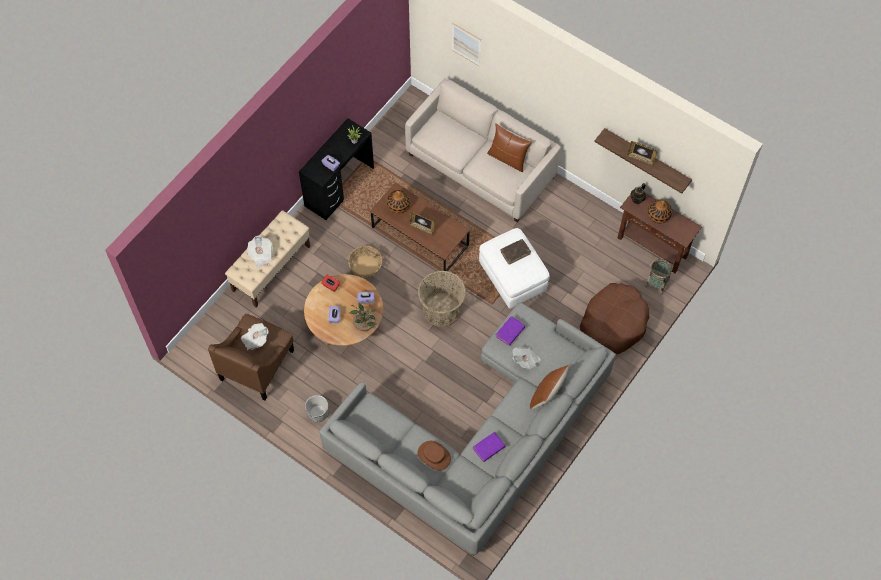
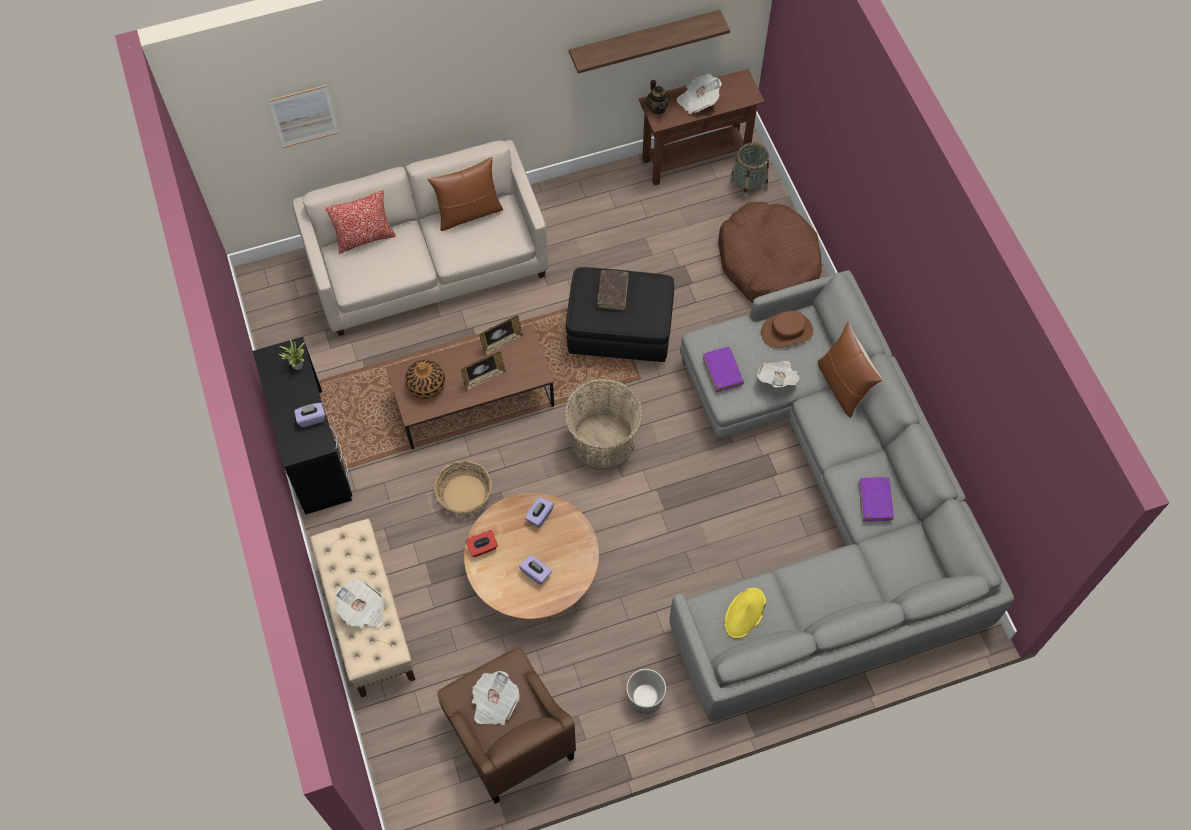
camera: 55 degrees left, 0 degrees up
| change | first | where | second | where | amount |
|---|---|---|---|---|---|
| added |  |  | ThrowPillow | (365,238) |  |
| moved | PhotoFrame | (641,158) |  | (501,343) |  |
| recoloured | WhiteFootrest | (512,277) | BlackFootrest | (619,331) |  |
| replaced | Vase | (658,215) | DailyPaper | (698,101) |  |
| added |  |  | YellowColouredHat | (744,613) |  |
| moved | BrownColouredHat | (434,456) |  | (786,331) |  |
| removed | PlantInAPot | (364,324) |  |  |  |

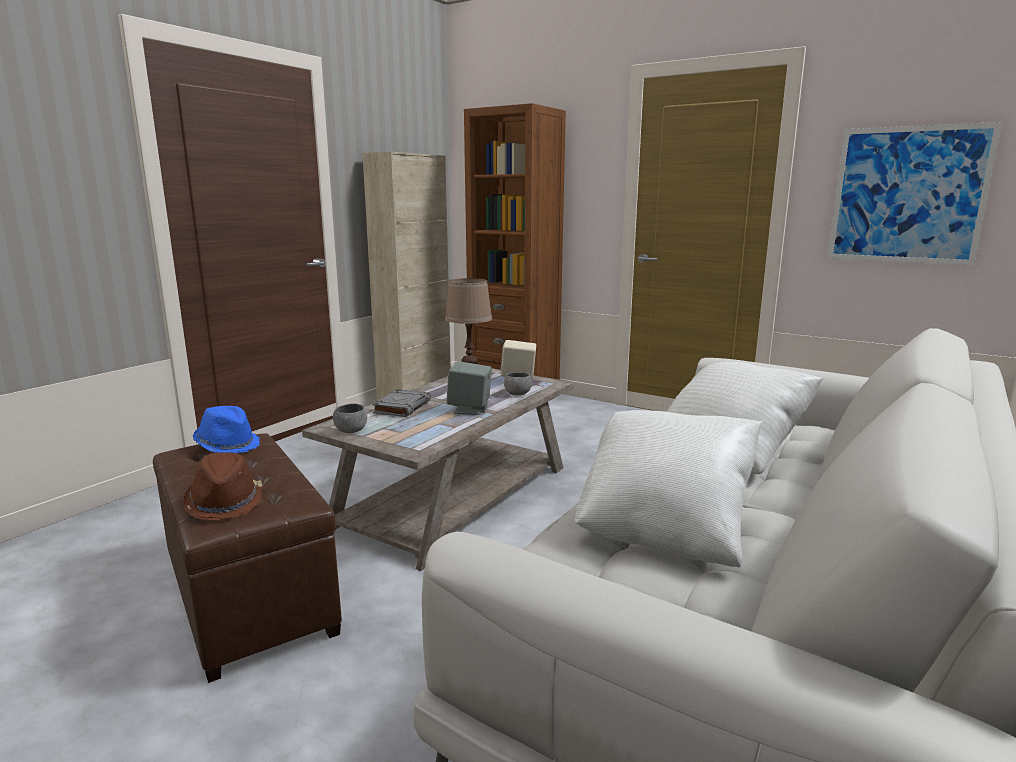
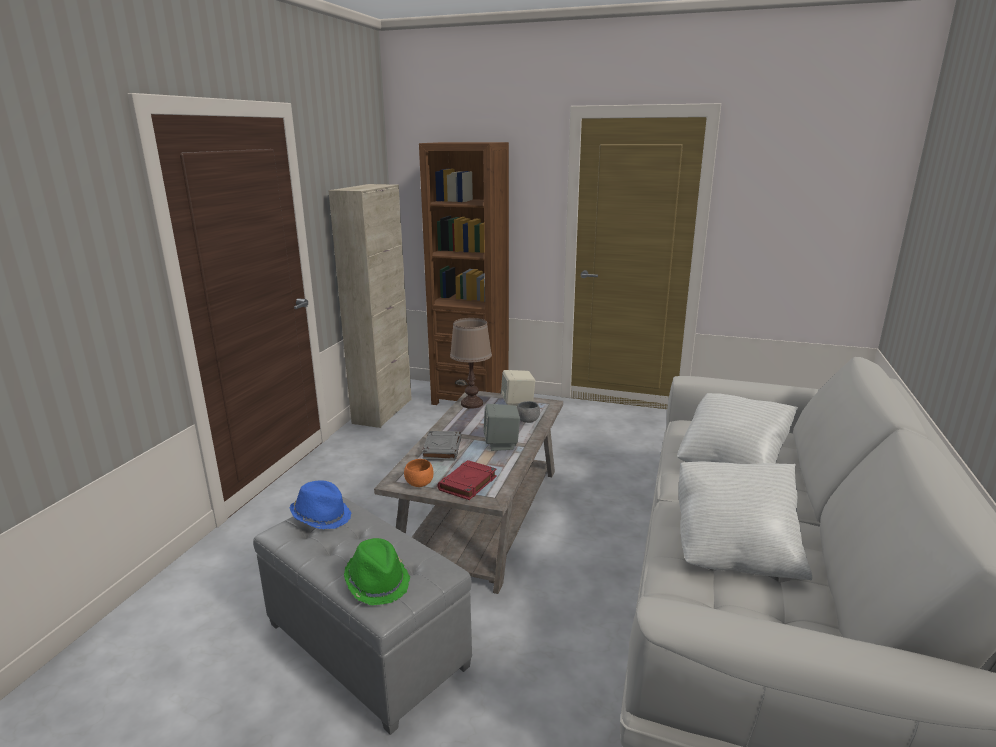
camera: 15 degrees left, 5 degrees up
| change | first | where | second | where | amount |
|---|---|---|---|---|---|
| recoloured | BrownColouredFootrest | (250,593) | GrayFootrest | (367,643) |  |
| recoloured | BrownColouredHat | (225,502) | GreenHat | (378,582) |  |
| recoloured | GrayBowl | (351,431) | OrangeBowl | (419,483) |  |
| added |  |  | RedColouredBoundBook | (467,484) |  |
| removed | WallArt | (907,195) |  |  |  |

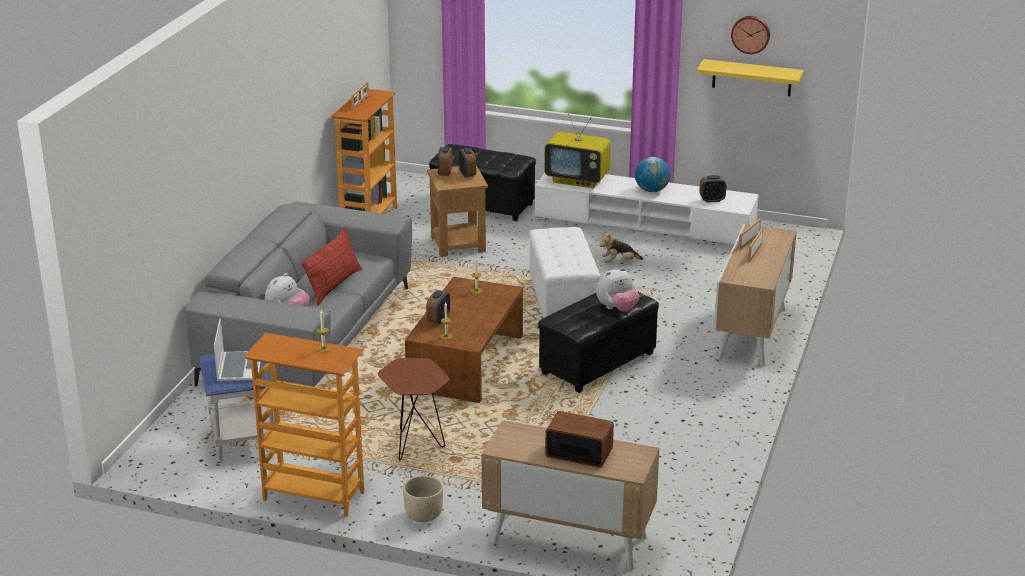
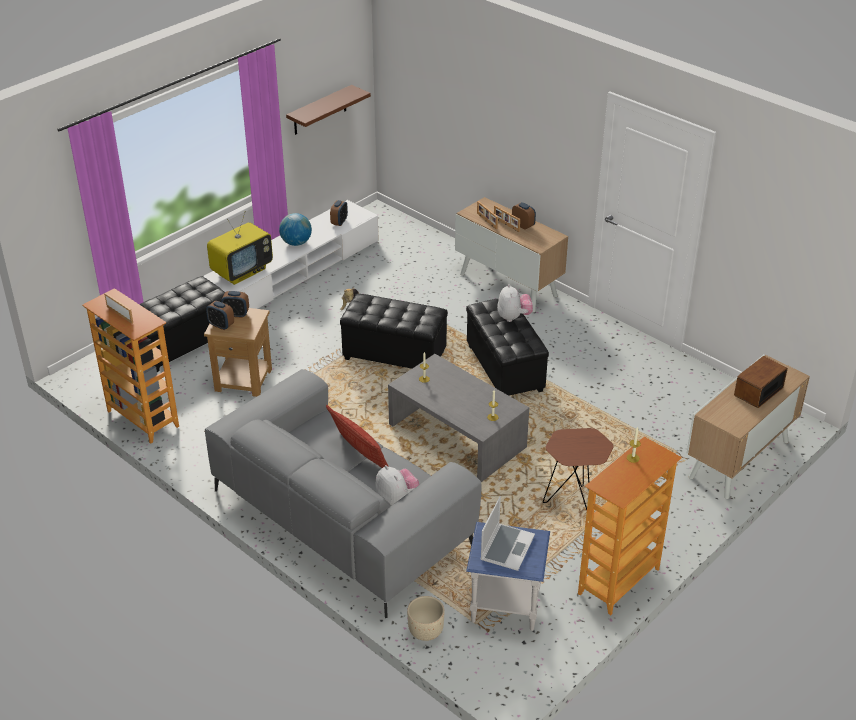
camera: 65 degrees left, 10 degrees up
| change | first | where | second | where | amount |
|---|---|---|---|---|---|
| recoloured | YellowColouredShelf | (752,78) | BrownColouredShelf | (320,110) |  |
| recoloured | WhiteFootrest | (563,302) | BlackFootrest | (395,355) |  |
| recoloured | BrownColouredCoffeeTable | (465,362) | GrayCoffeeTable | (456,436) |  |
| moved | BeigeColouredFlowerPot | (423,515) |  | (425,631) |  |
| turned | NotebookComputer | (238,367) |  | (506,547) | 90 degrees clockwise |
| moved | BedsideClock | (438,320) |  | (523,225) |  |
| removed | WallClock | (750,34) |  |  |  |

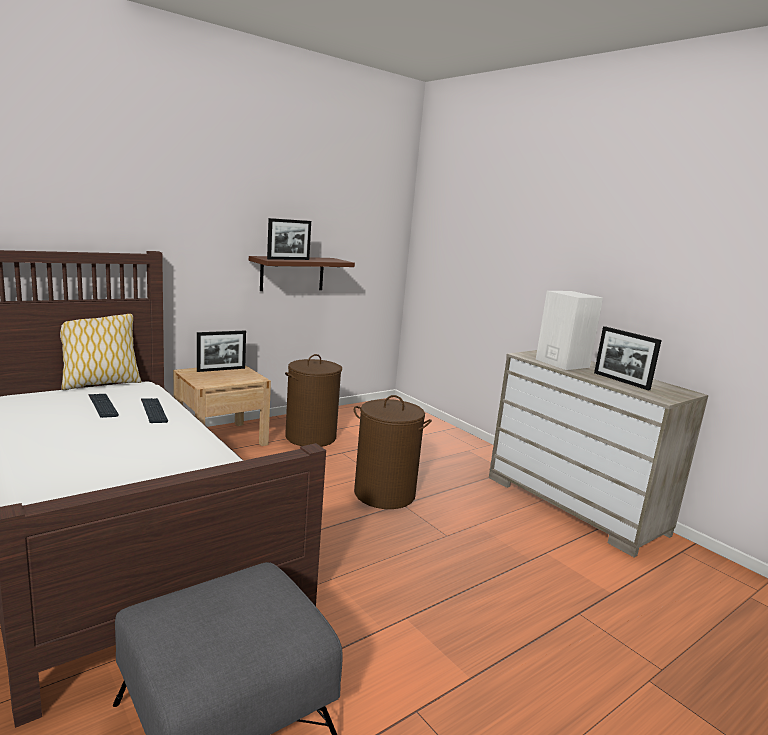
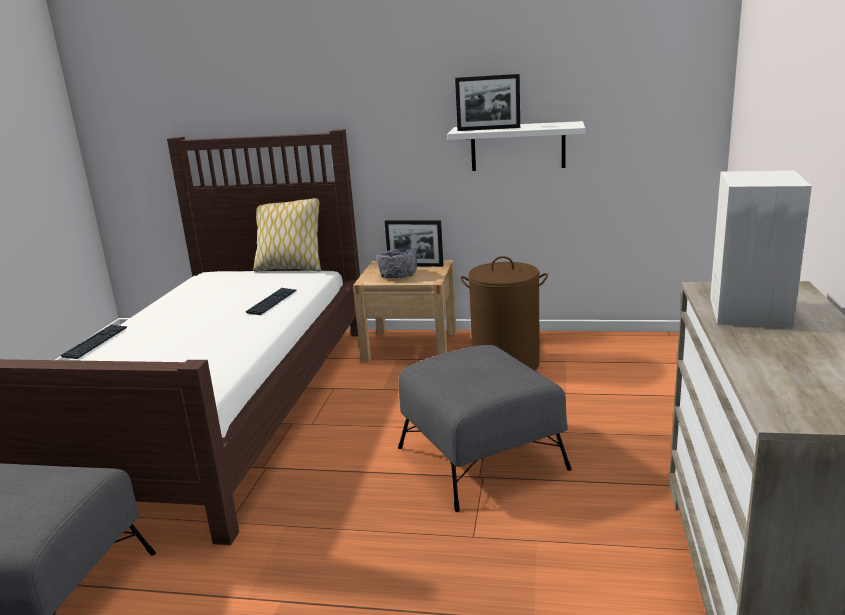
camera: 50 degrees right, 5 degrees up
| change | first | where | second | where | amount |
|---|---|---|---|---|---|
| moved | PcKeyboard | (103,406) |  | (96,342) |  |
| added |  |  | GrayBowl | (398,276) |  |
| replaced | BrownColouredLaundryBasket | (384,494) | GrayFootrest | (481,457) |  |
| recoloured | BrownColouredShelf | (292,273) | WhiteShelf | (517,146) |  |
| removed | PhotoFrame | (621,381) |  |  |  |

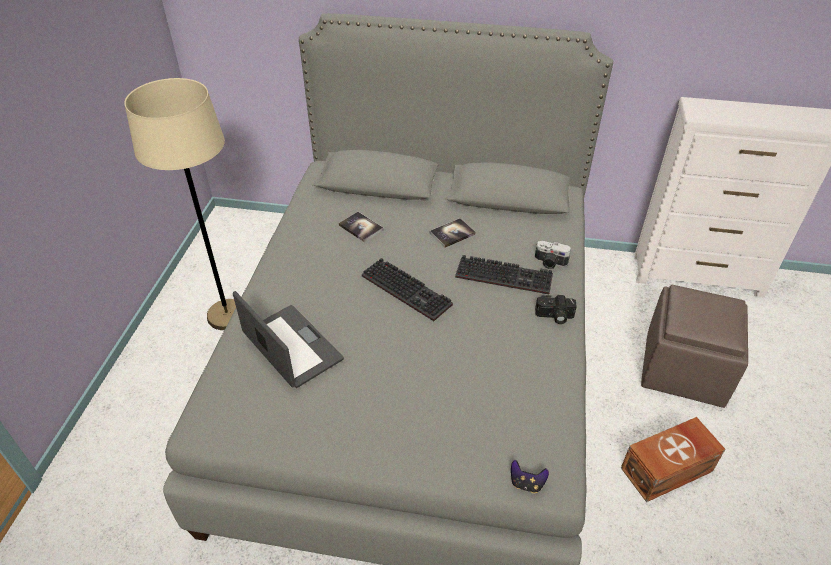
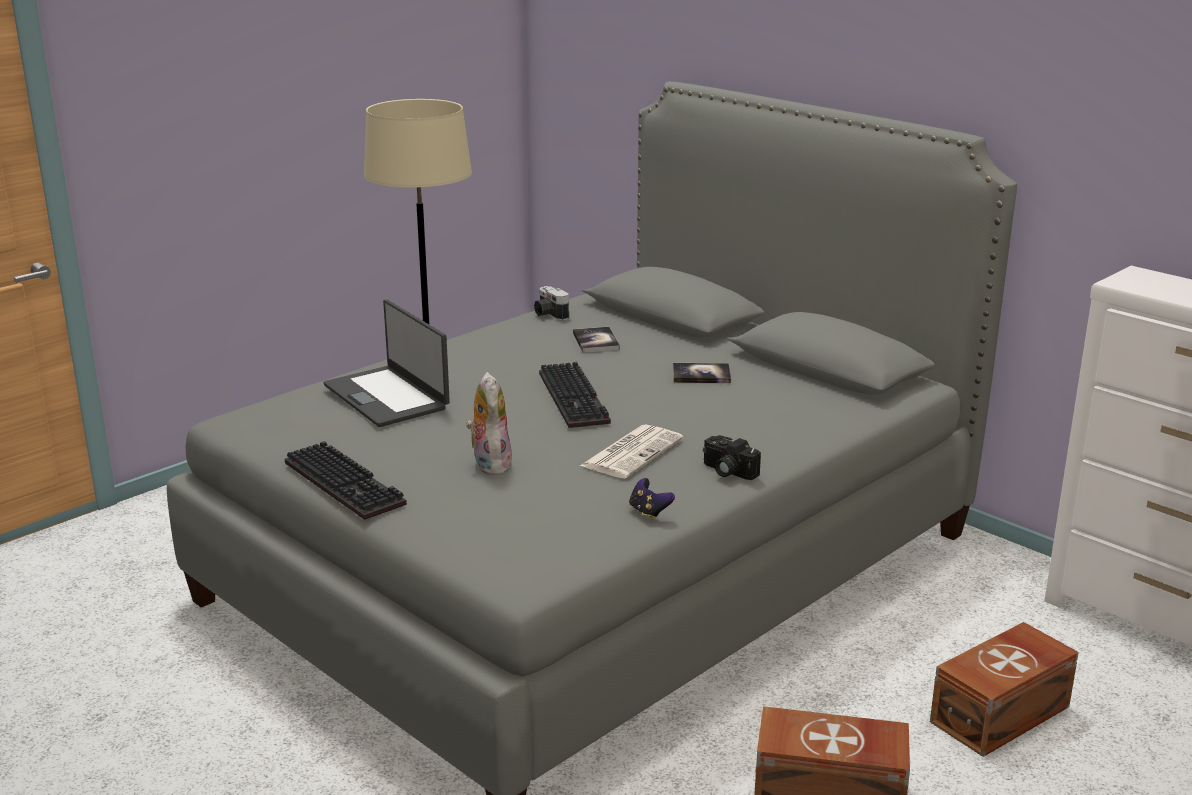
camera: 35 degrees right, 20 degrees down
| change | first | where | second | where | amount |
|---|---|---|---|---|---|
| moved | PcKeyboard | (505,275) |  | (348,484) |  |
| turned | NotebookComputer | (291,347) |  | (387,396) | 150 degrees clockwise |
| added |  |  | CuddlyToy | (489,464) |  |
| moved | PhotoCamera | (550,263) |  | (549,314) |  |
| added |  |  | DailyPaper | (632,452) |  |
| moved | Joypad | (526,483) |  | (649,512) |  |
| replaced | BrownColouredFootrest | (684,369) | BrownColouredStorageBin | (1003,714) |  |

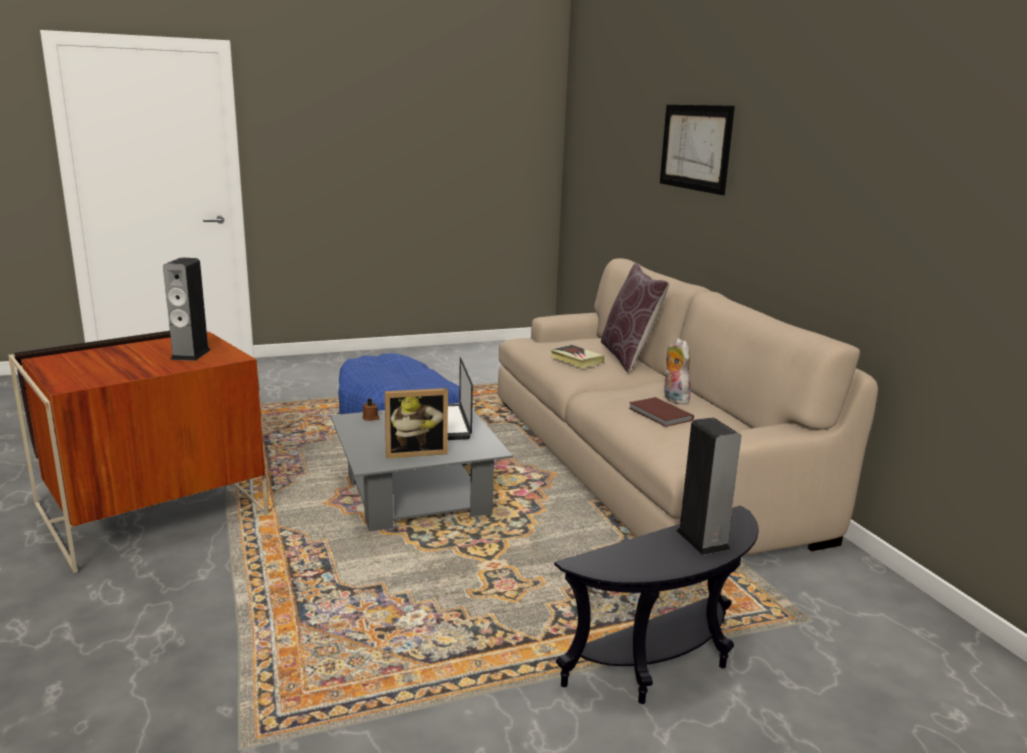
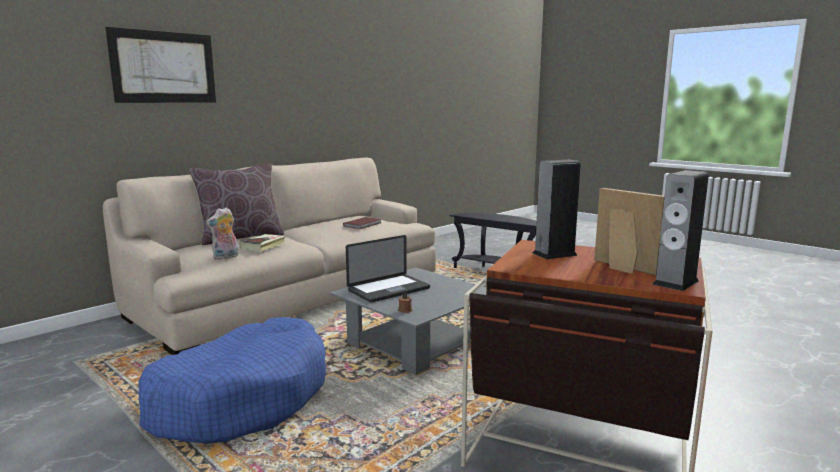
camera: 115 degrees left, 5 degrees down
| change | first | where | second | where | amount |
|---|---|---|---|---|---|
| moved | CuddlyToy | (673,399) |  | (225,257) |  |
| moved | PhotoFrame | (415,452) |  | (621,268) |  |
| moved | AudioSpeaker | (702,540) |  | (675,282) |  |

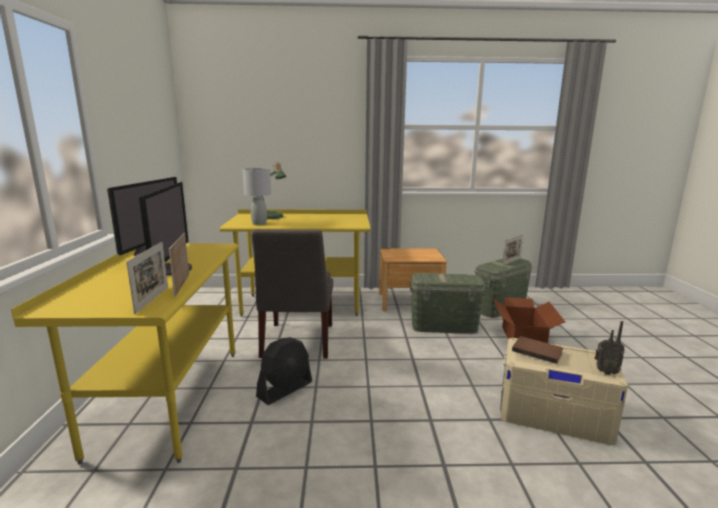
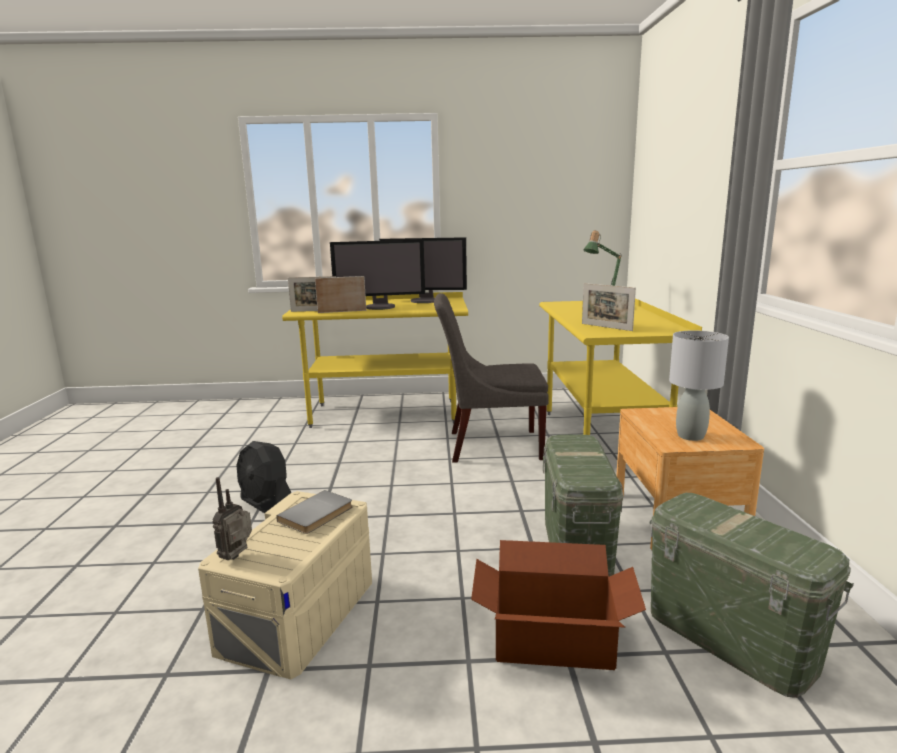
camera: 90 degrees right, 0 degrees up
| change | first | where | second | where | amount |
|---|---|---|---|---|---|
| moved | BlackCoolingFan | (285,389) |  | (267,505) |  |
| recoloured | BrownColouredBoundBook | (537,351) | GrayBoundBook | (318,515) |  |
| moved | PhotoFrame | (511,261) |  | (606,327) |  |
| moved | GrayTableLamp | (259,224) |  | (690,436) |  |

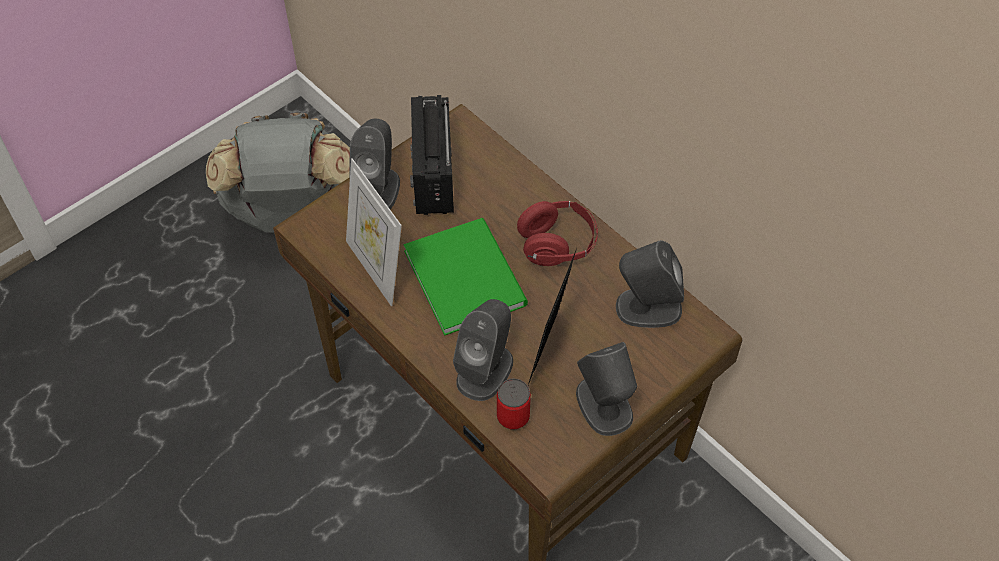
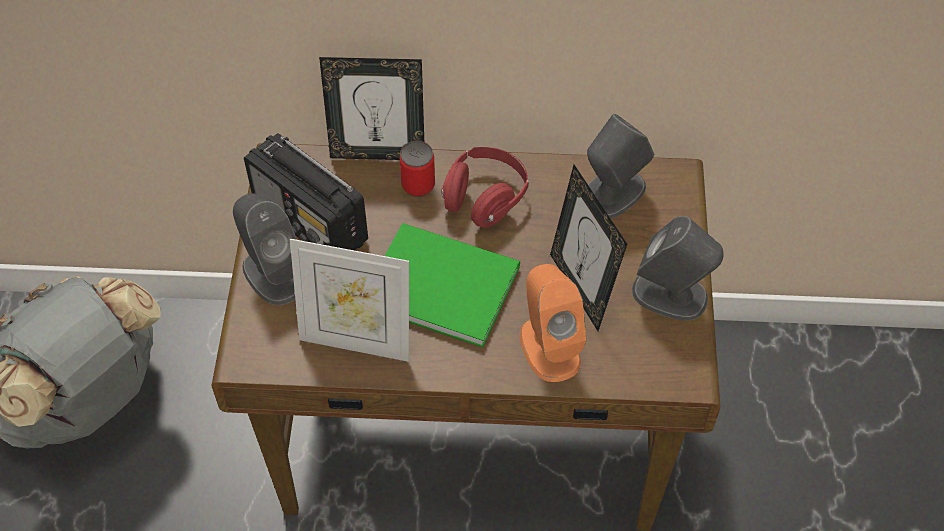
camera: 45 degrees left, 0 degrees up
| change | first | where | second | where | amount |
|---|---|---|---|---|---|
| added |  |  | PhotoFrame | (378,153) |  |
| moved | MetalCan | (513,416) |  | (418,185) |  |
| recoloured | GrayAudioSpeaker | (485,370) | OrangeAudioSpeaker | (549,347) |  |

